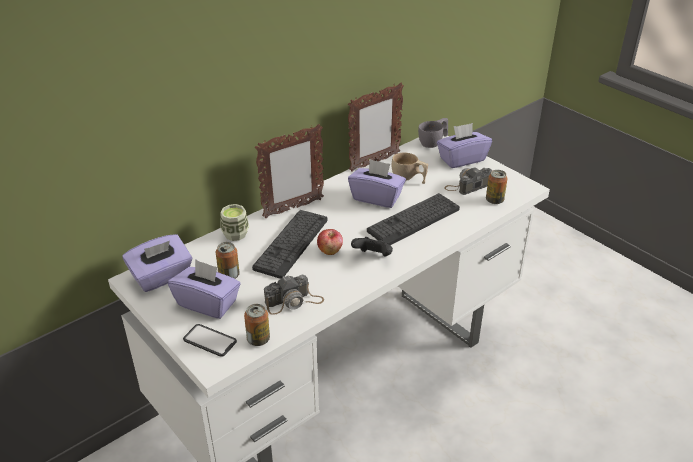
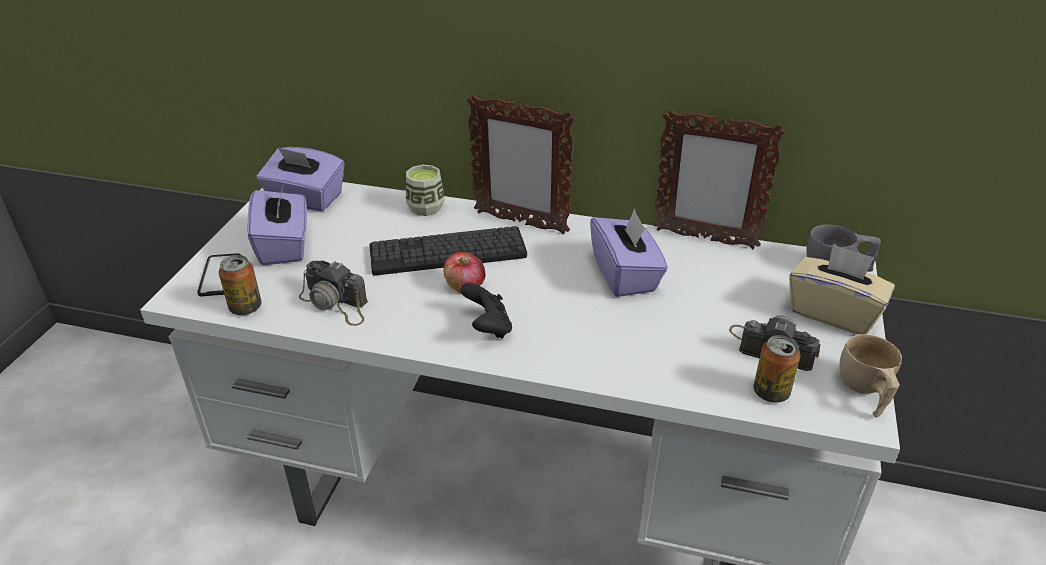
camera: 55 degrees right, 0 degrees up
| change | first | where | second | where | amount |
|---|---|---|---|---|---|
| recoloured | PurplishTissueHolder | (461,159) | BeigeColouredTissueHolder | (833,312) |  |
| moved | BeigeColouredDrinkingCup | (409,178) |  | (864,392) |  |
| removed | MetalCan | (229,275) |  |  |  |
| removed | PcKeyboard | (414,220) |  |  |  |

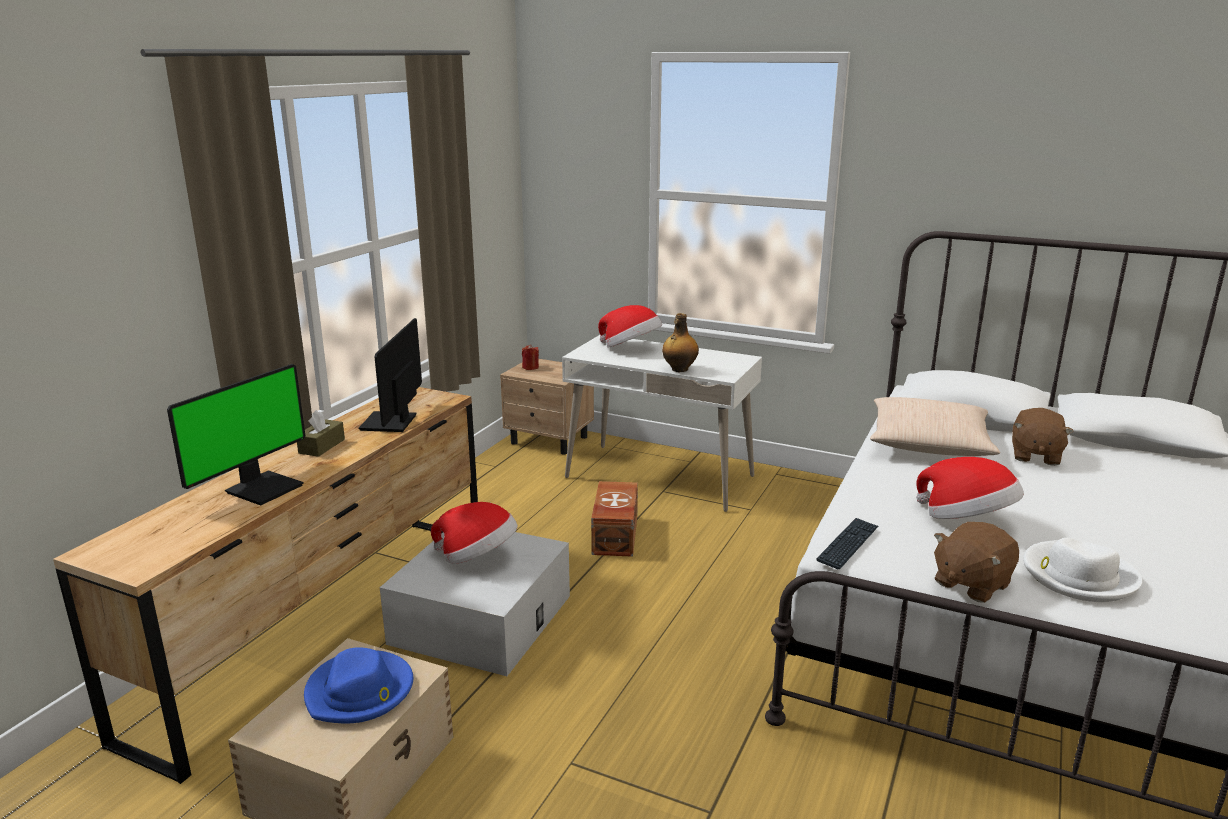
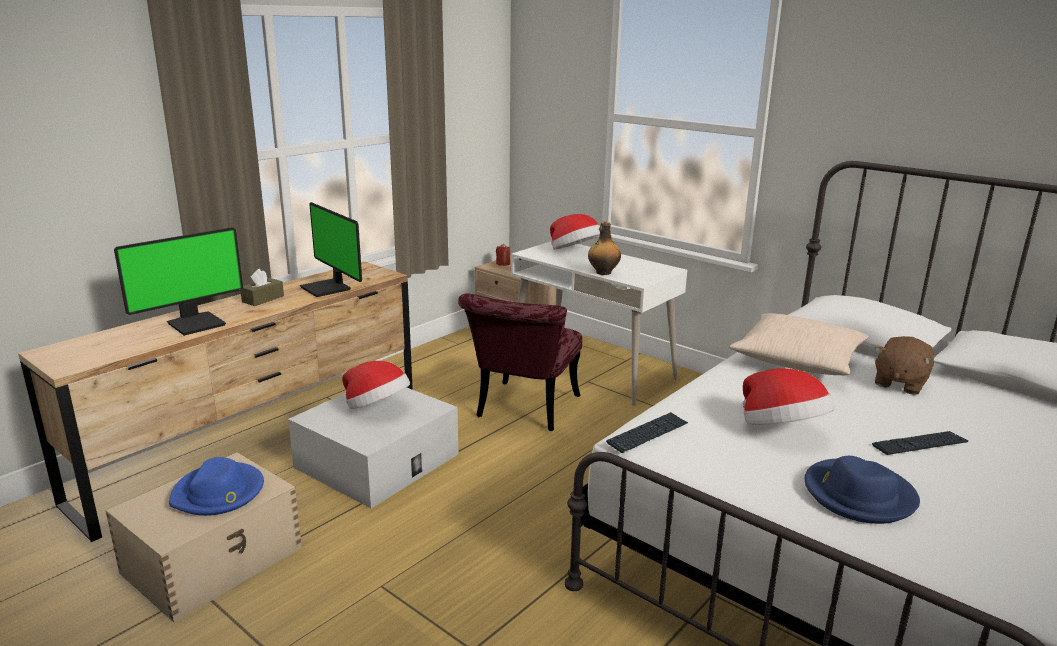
camera: 15 degrees right, 0 degrees up
| change | first | where | second | where | amount |
|---|---|---|---|---|---|
| turned | ComputerDisplay | (391,423) |  | (328,288) | 60 degrees counterclockwise |
| replaced | BrownColouredStorageBin | (614,535) | RedColouredPlainChair | (523,411) |  |
| recoloured | WhiteHat | (1078,575) | BlueHat | (858,495) |  |
| added |  |  | PcKeyboard | (919,444) |  |
| removed | BrownColouredCuddlyToy | (970,584) |  |  |  |

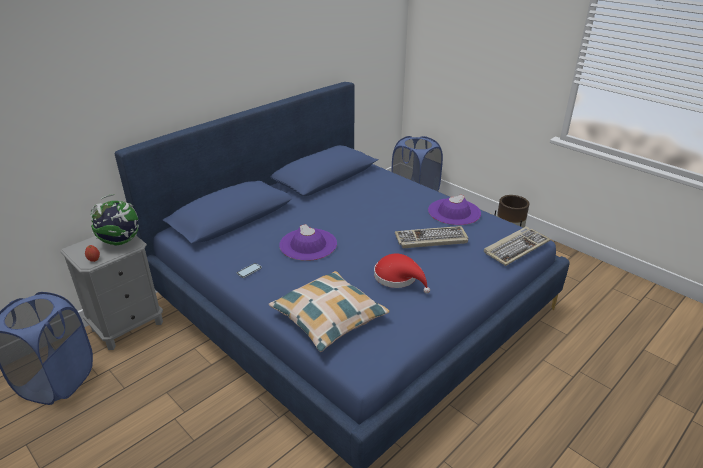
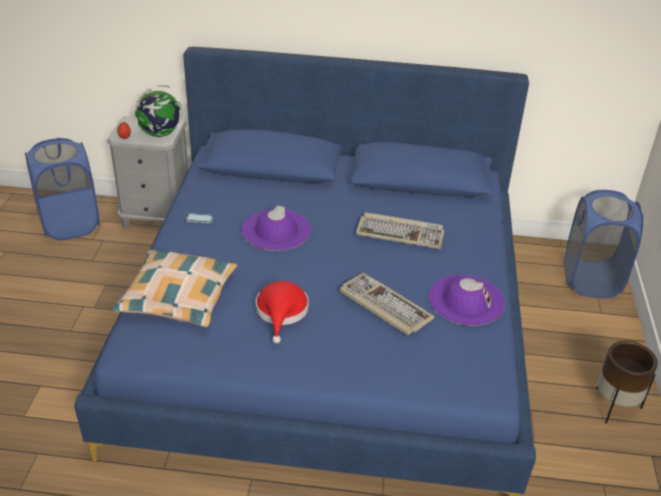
camera: 50 degrees right, 5 degrees up
| change | first | where | second | where | amount |
|---|---|---|---|---|---|
| moved | PcKeyboard | (516,247) |  | (401,233) |  |

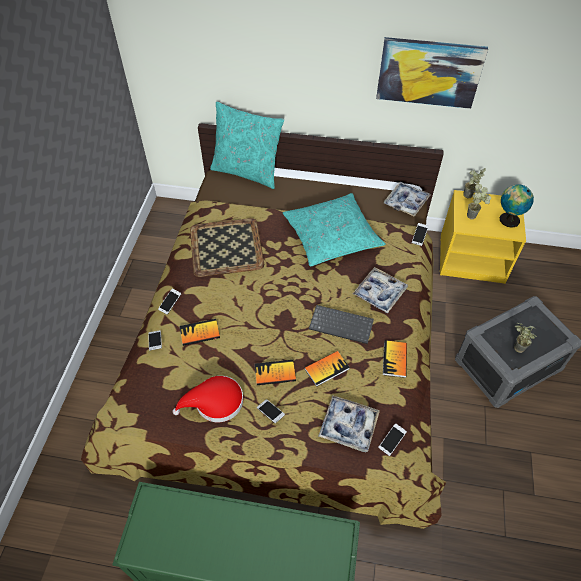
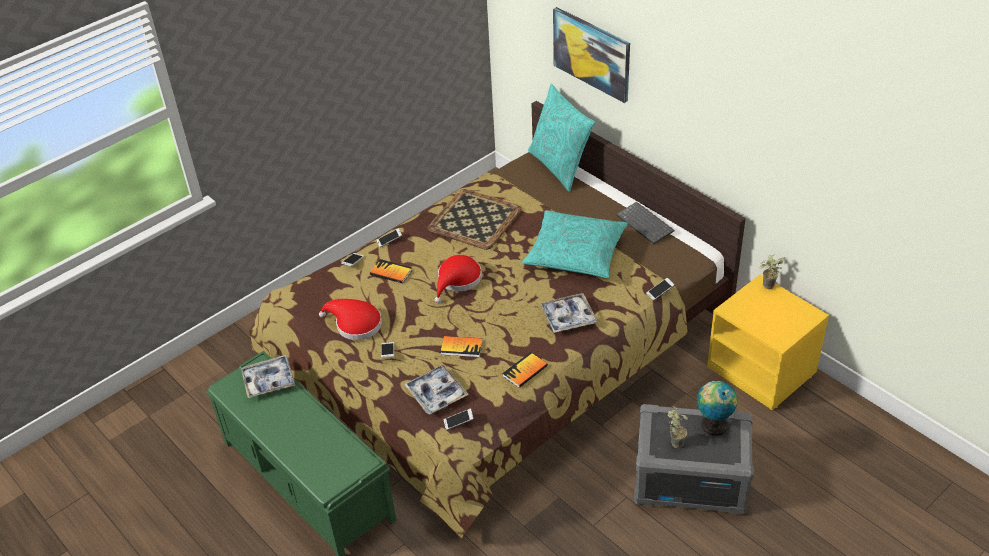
camera: 40 degrees right, 10 degrees down
| change | first | where | second | where | amount |
|---|---|---|---|---|---|
| moved | ServingTray | (406,202) |  | (269,380) |  |
| added |  |  | RedColouredHat | (458,280) |  |
| moved | WallArt | (429,72) |  | (592,53) |  |
| moved | PcKeyboard | (342,324) |  | (646,224) |  |
| moved | WorldGlobe | (507,220) |  | (713,424) |  |
| removed | BoundBook | (275,373) |  |  |  |
| removed | PlantInAPot | (474,216) |  |  |  |

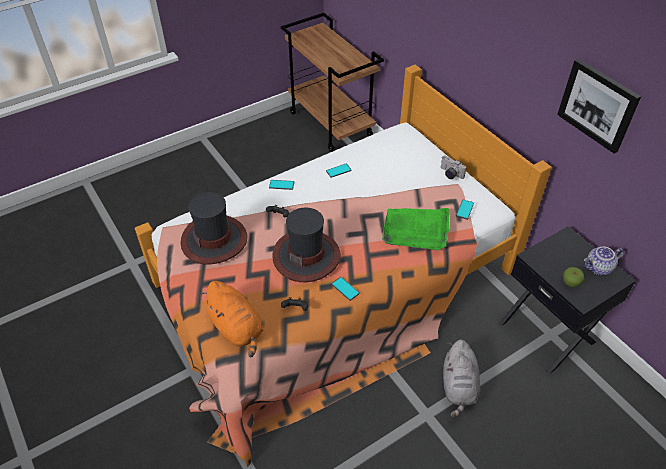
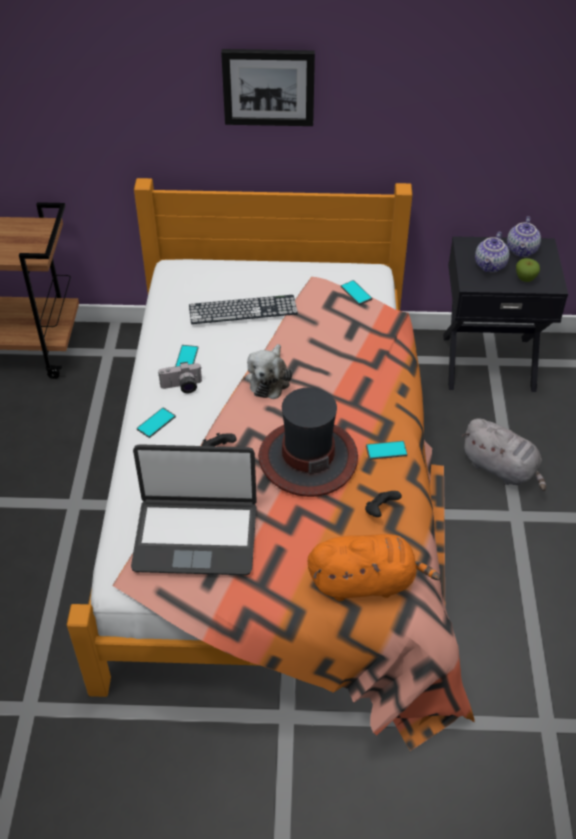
camera: 55 degrees left, 0 degrees up
| change | first | where | second | where | amount |
|---|---|---|---|---|---|
| replaced | Hat | (214,240) | NotebookComputer | (196,536) |  |
| moved | PhotoCamera | (450,174) |  | (182,387) |  |
| added |  |  | PcKeyboard | (243,309) |  |
| moved | WallArt | (598,105) |  | (268,86) |  |
| added |  |  | CuddlyToy | (269,379) |  |
| added |  |  | TeaPot | (490,266) |  |
| removed | GreenServingTray | (416,230) |  |  |  |

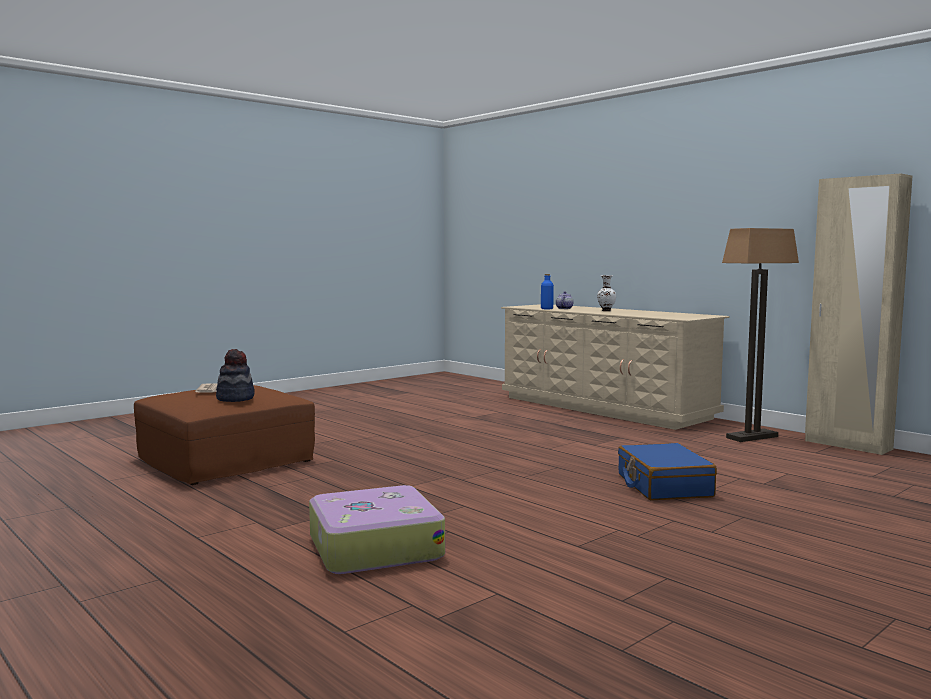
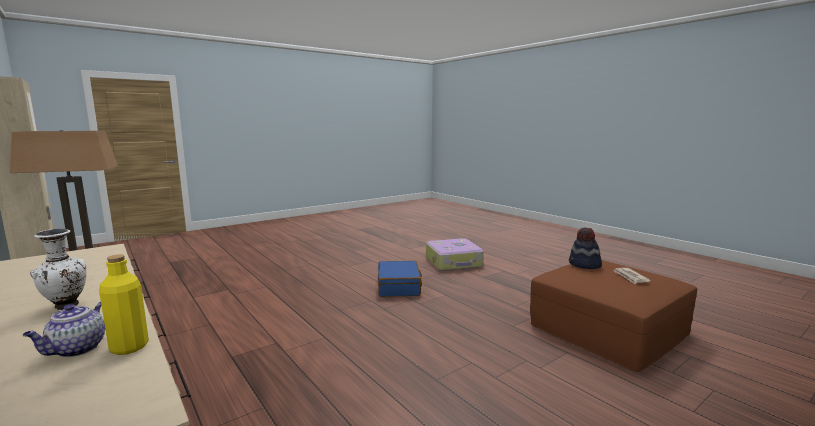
camera: 175 degrees left, 5 degrees up
| change | first | where | second | where | amount |
|---|---|---|---|---|---|
| recoloured | BlueBottle | (546,309) | YellowColouredBottle | (129,347) |  |
| moved | BluePieceOfLuggage | (663,486) |  | (399,286) |  |

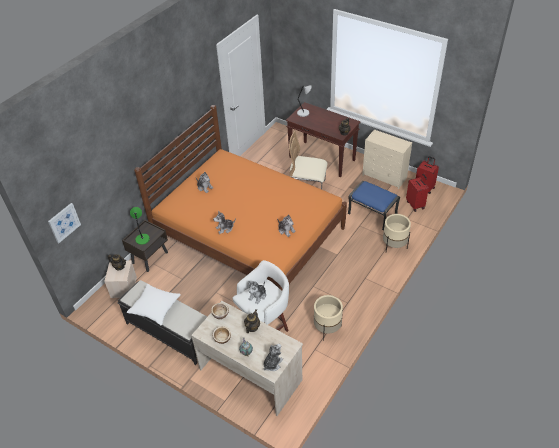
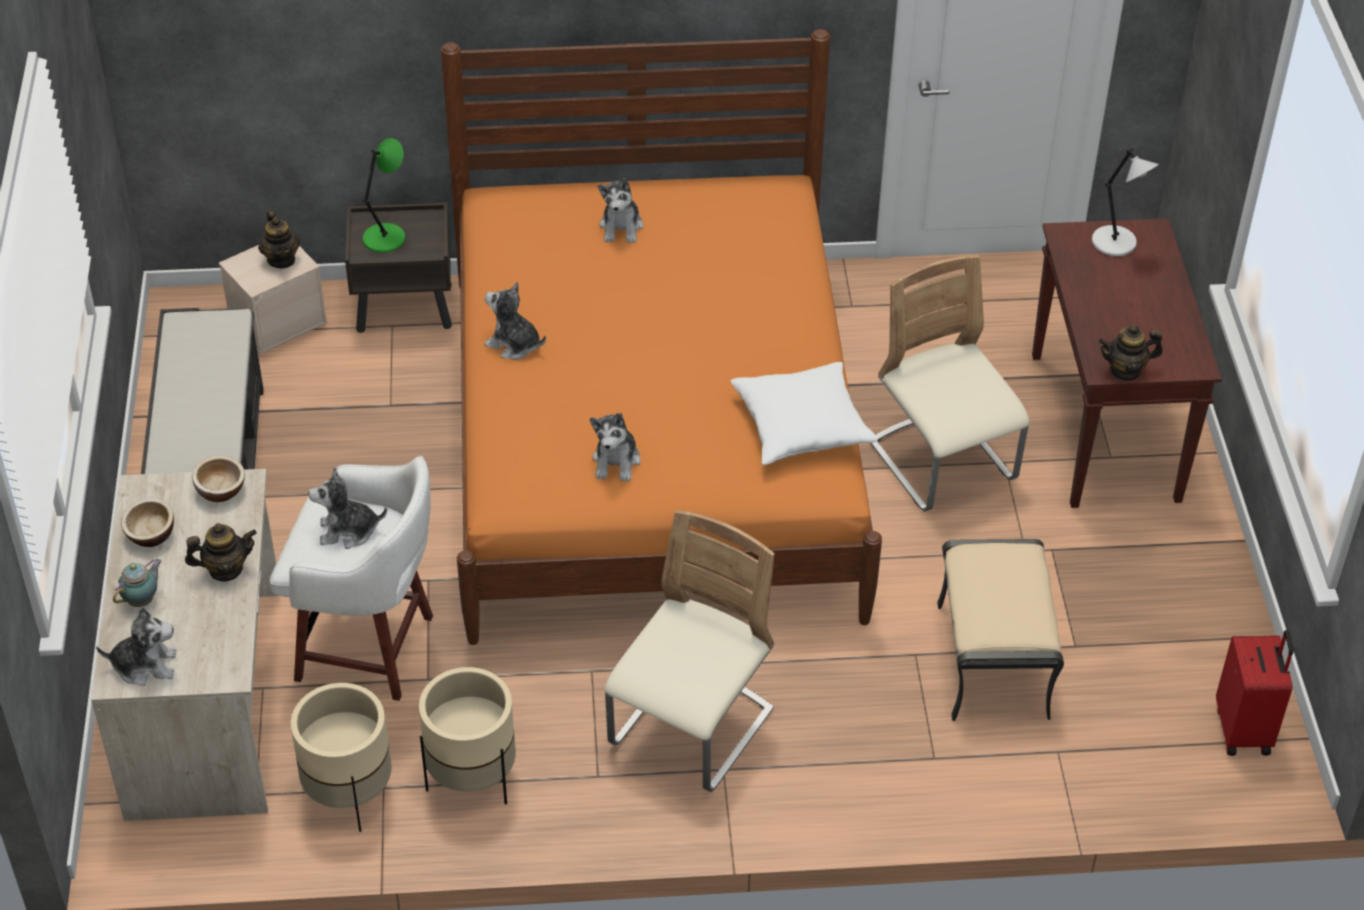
camera: 50 degrees right, 0 degrees up
| change | first | where | second | where | amount |
|---|---|---|---|---|---|
| moved | BeigeColouredFlowerPot | (394,246) |  | (349,794) |  |
| added |  |  | BeigeColouredPlainChair | (691,729) |  |
| moved | WhiteThrowPillow | (155,308) |  | (802,426) |  |
| recoloured | BlueFootrest | (373,214) | BeigeColouredFootrest | (994,661) |  |
| removed | WallArt | (64,222) |  |  |  |
| removed | BeigeColouredDresser | (385,176) |  |  |  |
| removed | RedColouredPieceOfLuggage | (415,205) |  |  |  |

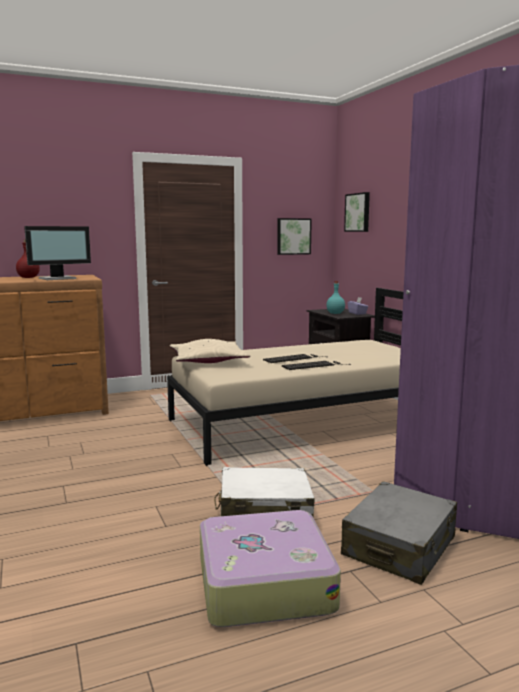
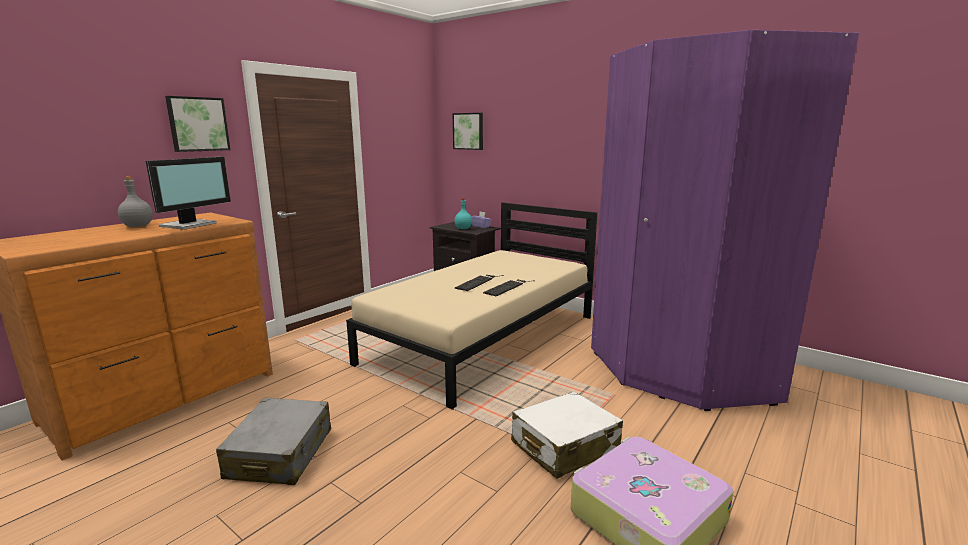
camera: 30 degrees left, 5 degrees up
| change | first | where | second | where | amount |
|---|---|---|---|---|---|
| recoloured | RedColouredBottle | (28,277) | GrayBottle | (138,226) |  |
| moved | WallArt | (293,236) |  | (198,124) |  |
| moved | GrayPieceOfLuggage | (399,547) |  | (281,453) |  |
| removed | BeigeColouredThrowPillow | (208,361) |  |  |  |

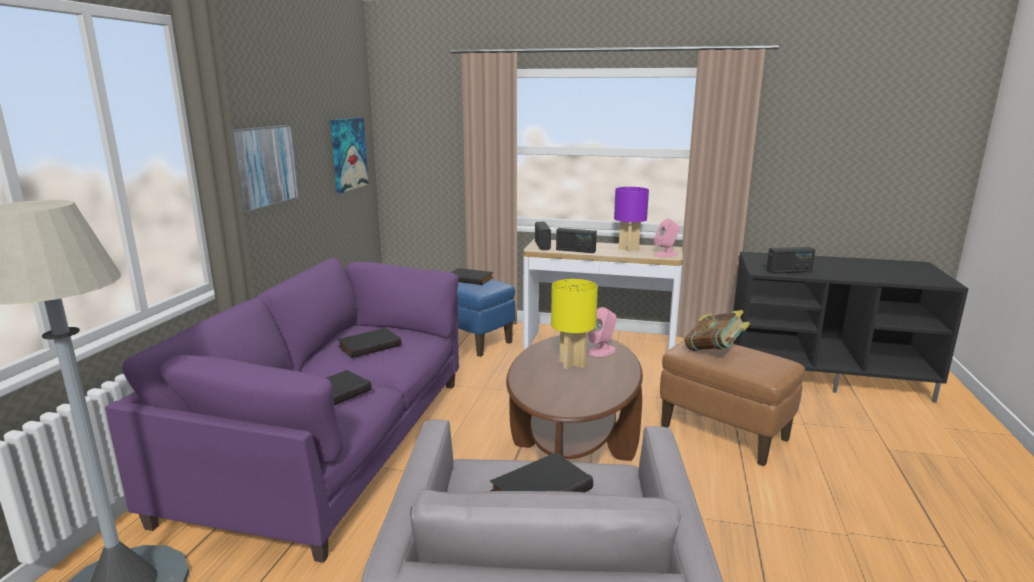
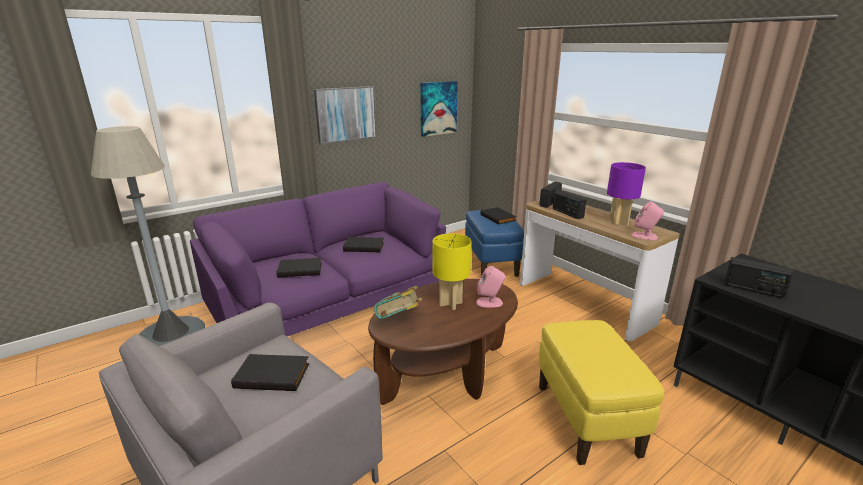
camera: 40 degrees right, 5 degrees up
| change | first | where | second | where | amount |
|---|---|---|---|---|---|
| moved | BoundBook | (714,352) |  | (399,320) |  |
| recoloured | BrownColouredFootrest | (724,433) | YellowColouredFootrest | (586,420) |  |

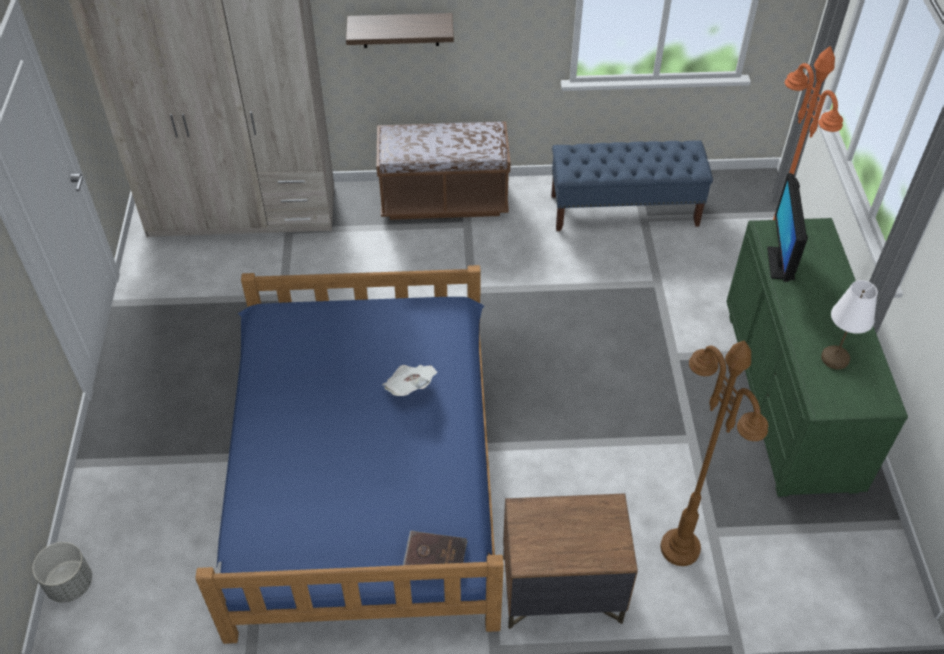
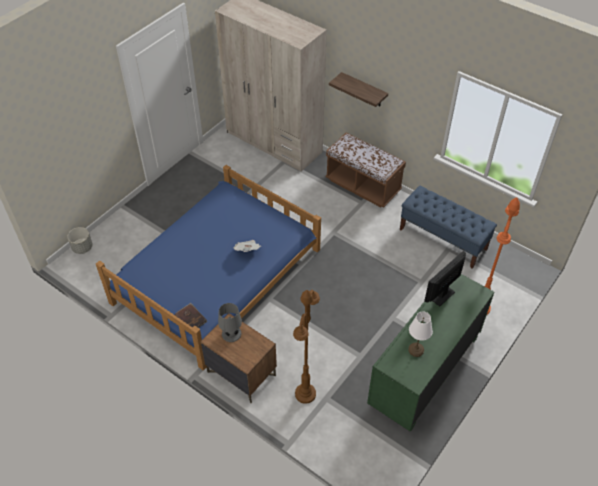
camera: 40 degrees right, 0 degrees up
| change | first | where | second | where | amount |
|---|---|---|---|---|---|
| added |  |  | GrayTableLamp | (231,334) |  |

